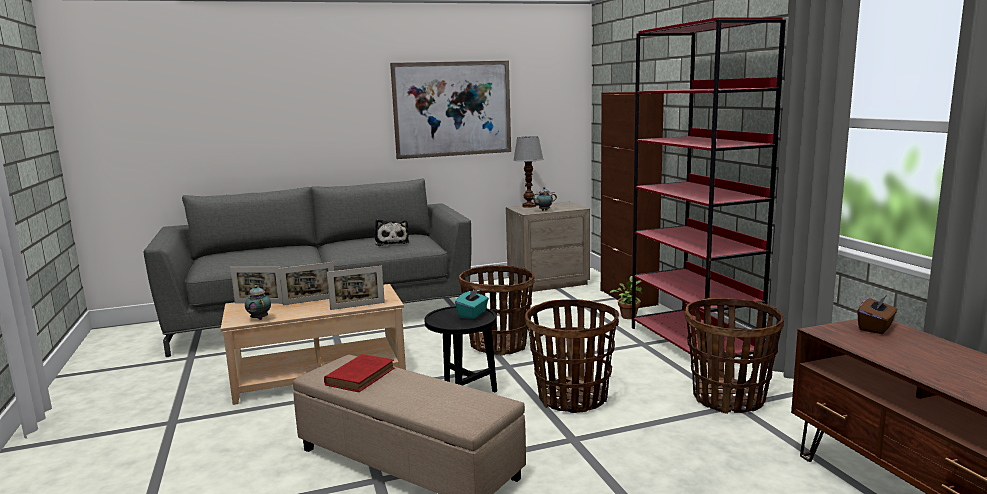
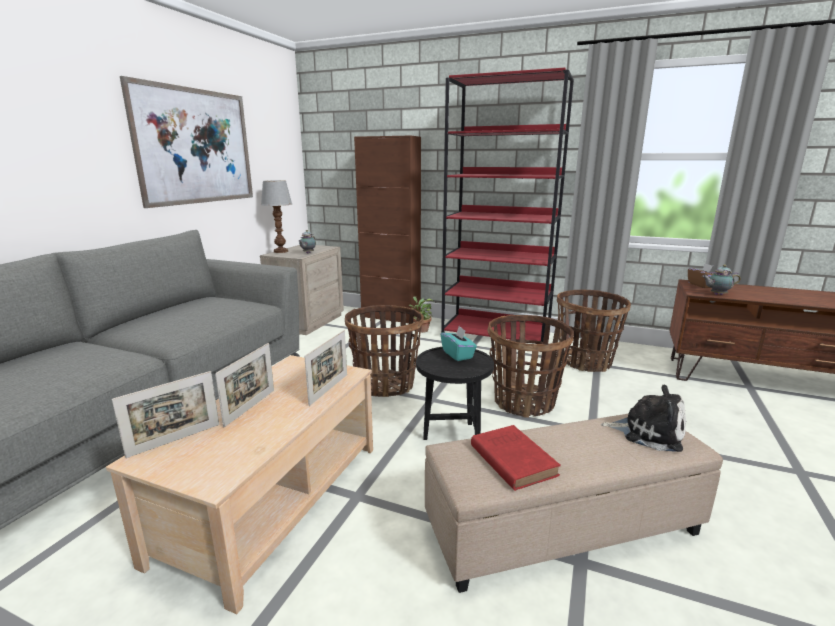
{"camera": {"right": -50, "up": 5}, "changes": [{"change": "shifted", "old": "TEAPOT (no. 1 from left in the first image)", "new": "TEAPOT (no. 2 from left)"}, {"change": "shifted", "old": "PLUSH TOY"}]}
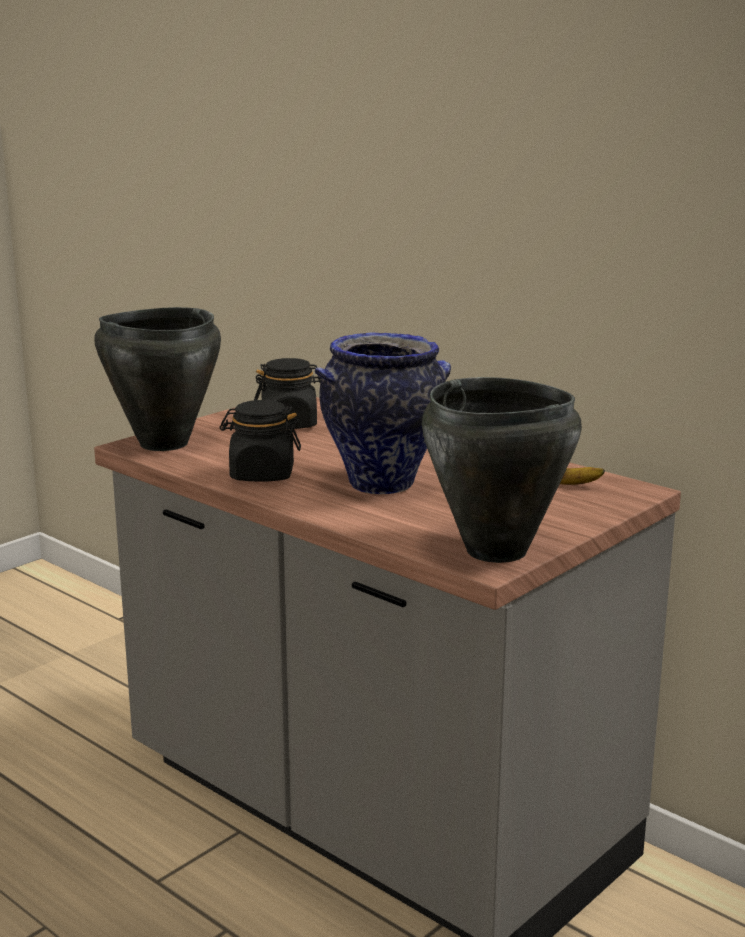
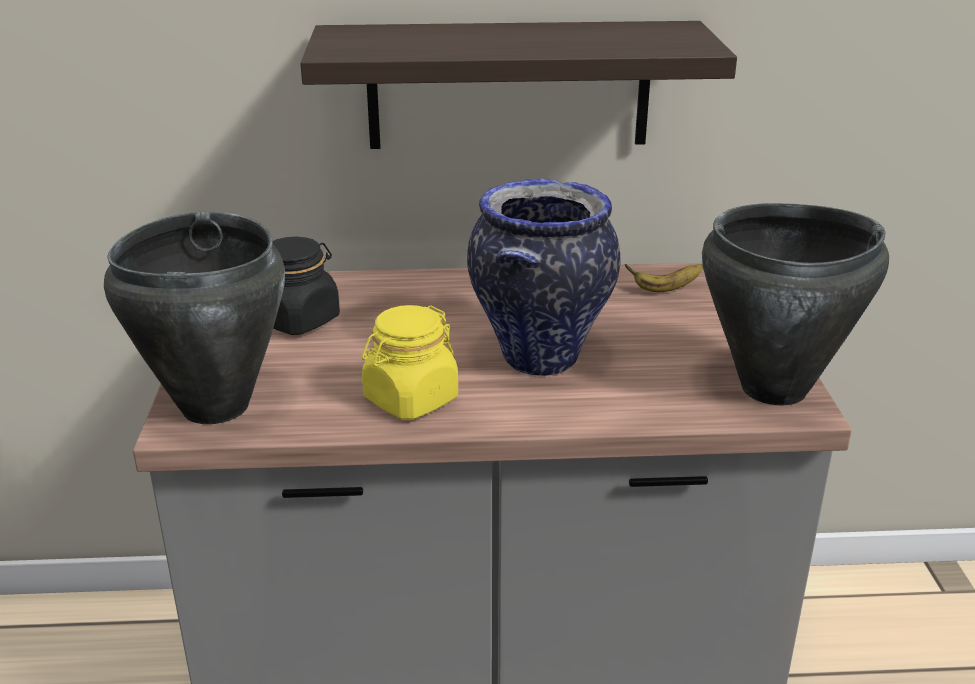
{"camera": {"right": -45, "up": 10}, "changes": [{"change": "repainted", "old": "BLACK JAR (no. 1 from left)", "new": "YELLOW JAR"}, {"change": "new", "new": "SHELF"}]}
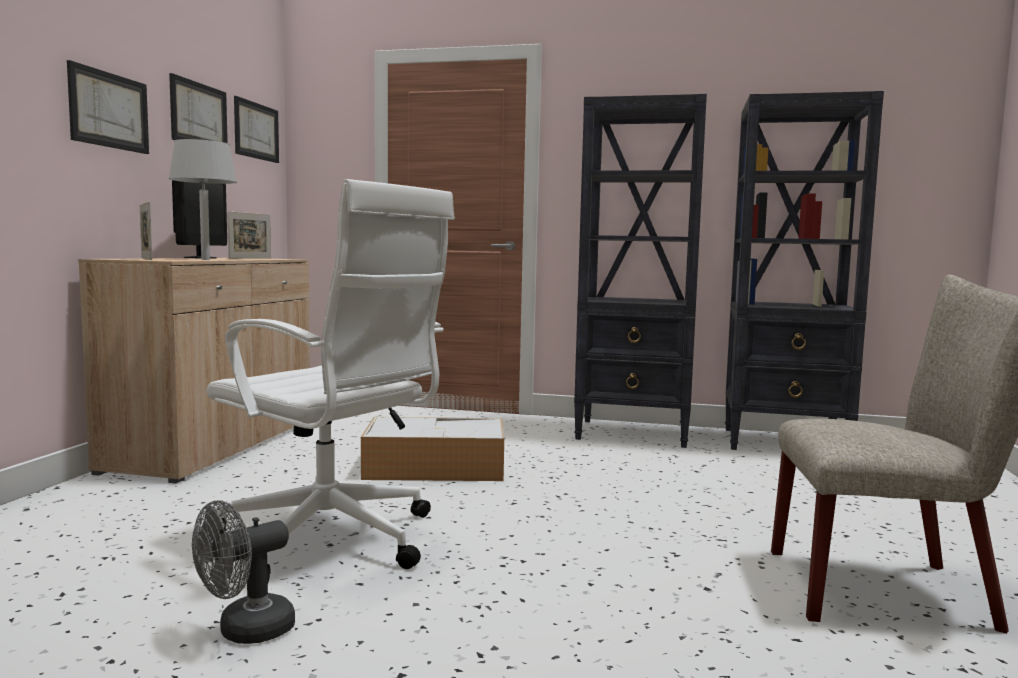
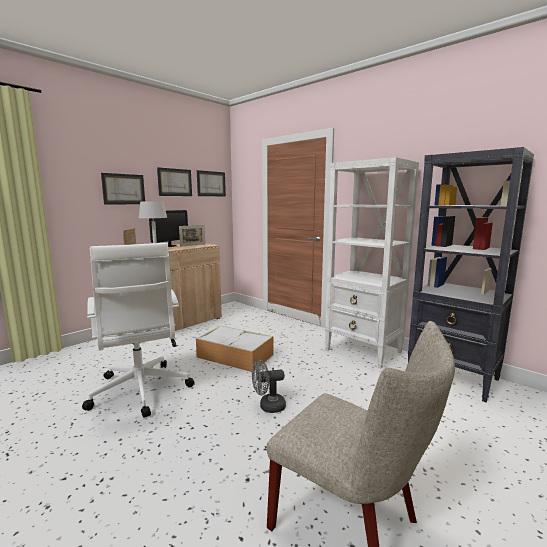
{"camera": {"right": 30, "up": 5}, "changes": [{"change": "shifted", "old": "GREY FAN"}, {"change": "repainted", "old": "BLACK BOOKCASE (no. 1 from left)", "new": "WHITE BOOKCASE"}]}
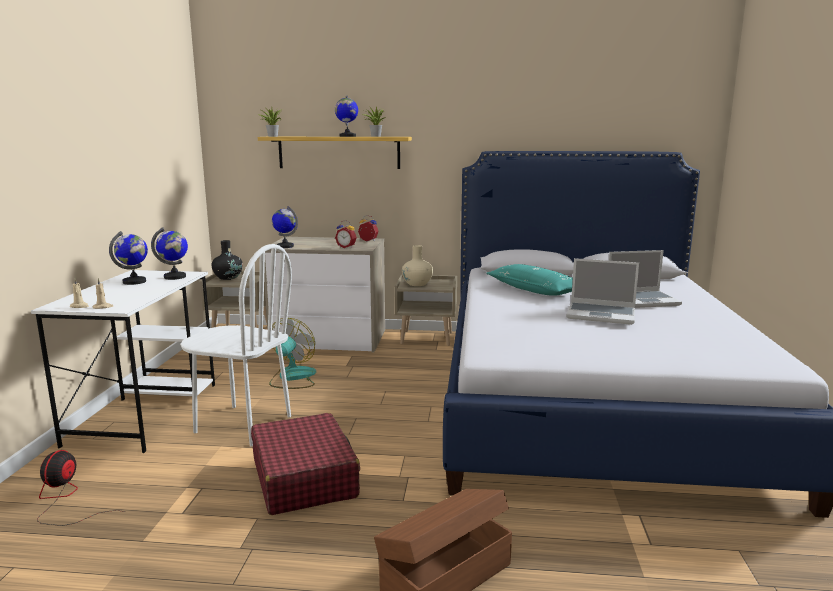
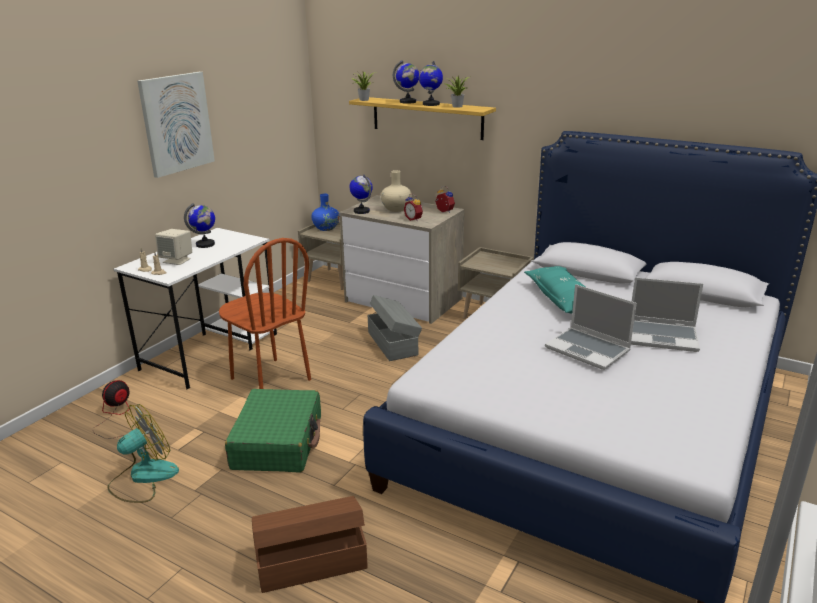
{"camera": {"right": 25, "up": 10}, "changes": [{"change": "shifted", "old": "GLOBE (no. 2 from left in the first image)", "new": "GLOBE (no. 3 from left)"}, {"change": "repainted", "old": "WHITE CHAIR", "new": "BROWN CHAIR"}, {"change": "repainted", "old": "BLACK VASE", "new": "BLUE VASE"}, {"change": "repainted", "old": "RED SUITCASE", "new": "GREEN SUITCASE"}, {"change": "shifted", "old": "FAN (no. 2 from left)"}, {"change": "shifted", "old": "BEIGE VASE"}, {"change": "new", "new": "PICTURE"}, {"change": "new", "new": "BEIGE SPEAKER"}, {"change": "new", "new": "GREY STORAGE BOX"}]}
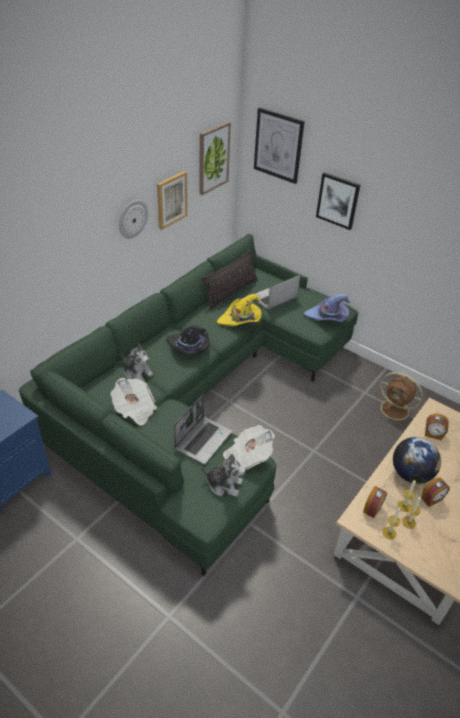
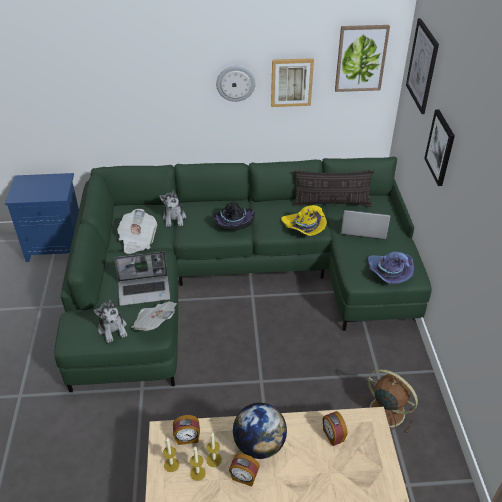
{"camera": {"right": 50, "up": 0}, "changes": [{"change": "rotated", "old": "BROWN FAN", "degrees": 135}]}
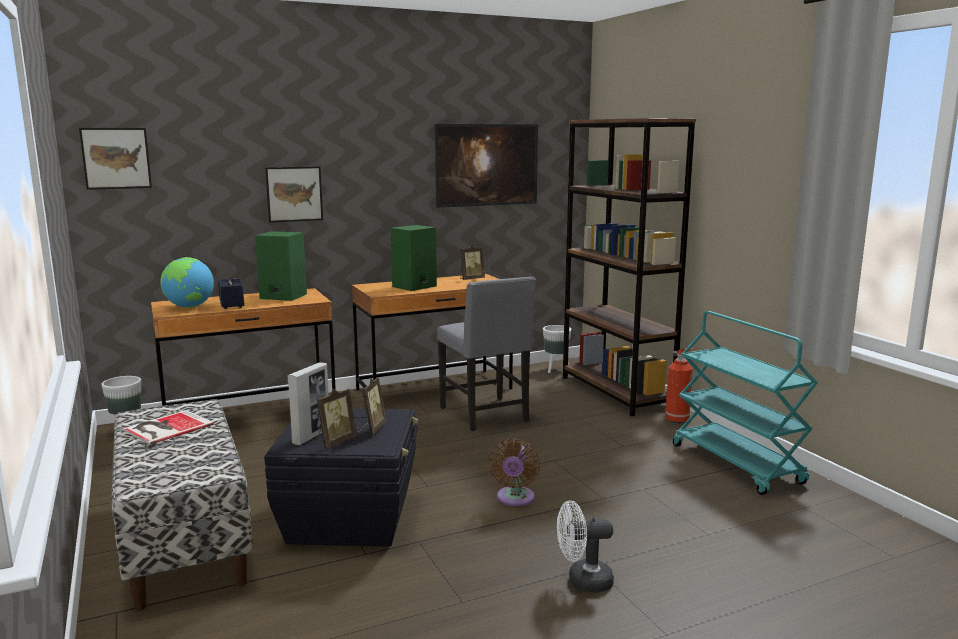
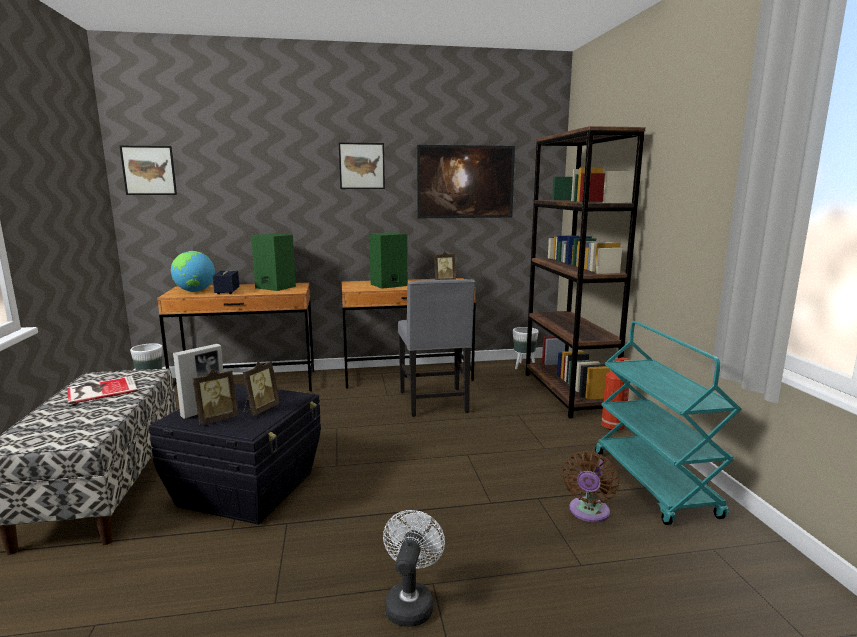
{"camera": {"right": 15, "up": 0}, "changes": [{"change": "shifted", "old": "PICTURE (no. 2 from left)"}, {"change": "shifted", "old": "BROWN FAN"}, {"change": "rotated", "old": "WHITE FAN", "degrees": 90}]}
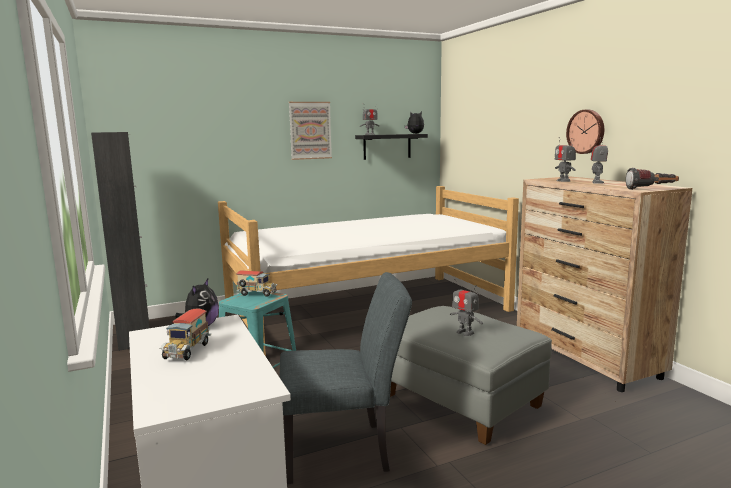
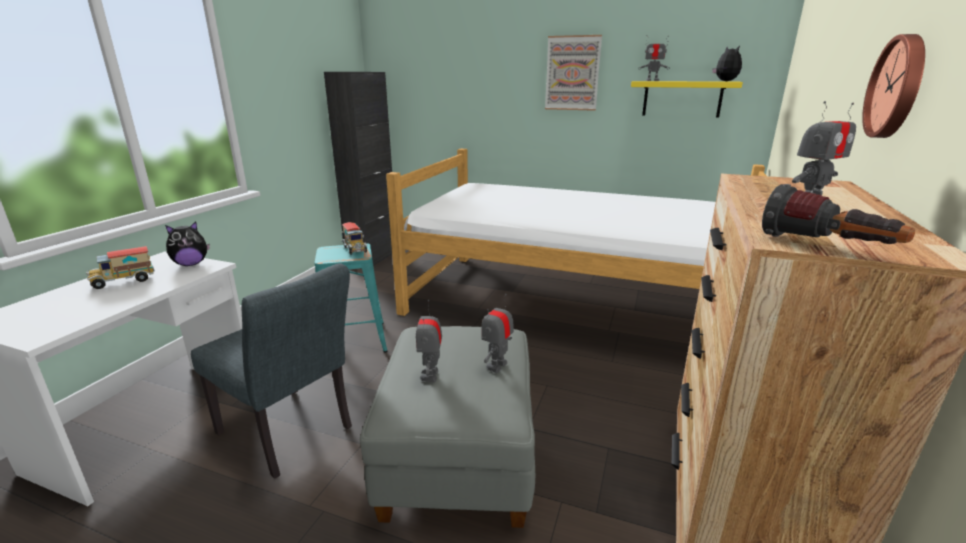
{"camera": {"right": 45, "up": 10}, "changes": [{"change": "repainted", "old": "BLACK SHELF", "new": "YELLOW SHELF"}, {"change": "shifted", "old": "TOY ROBOT (no. 3 from left in the first image)", "new": "TOY ROBOT (no. 2 from left)"}]}
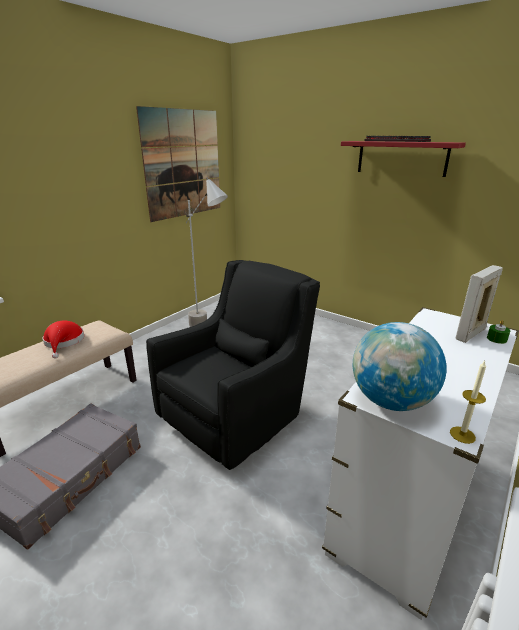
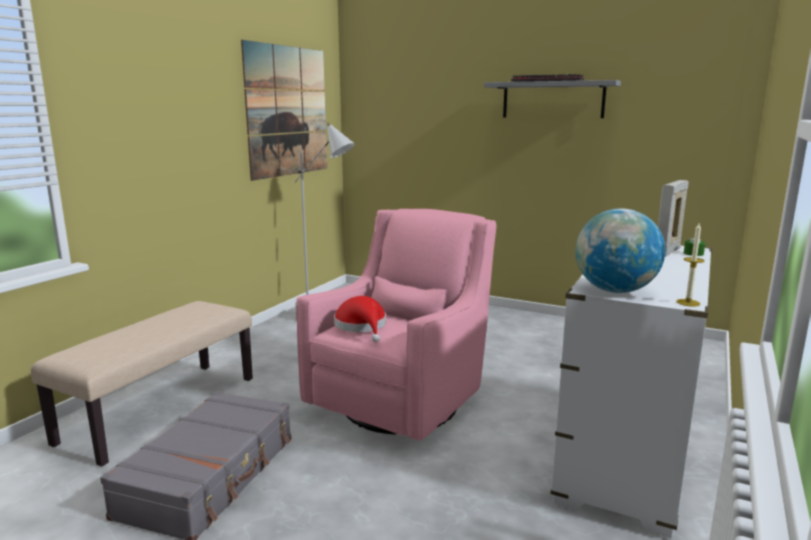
{"camera": {"right": -10, "up": -10}, "changes": [{"change": "shifted", "old": "RED HAT"}, {"change": "repainted", "old": "BLACK ARMCHAIR", "new": "PINK ARMCHAIR"}, {"change": "repainted", "old": "RED SHELF", "new": "GREY SHELF"}]}
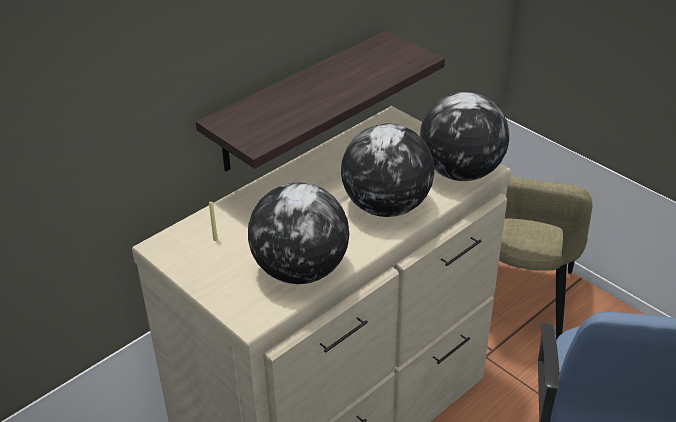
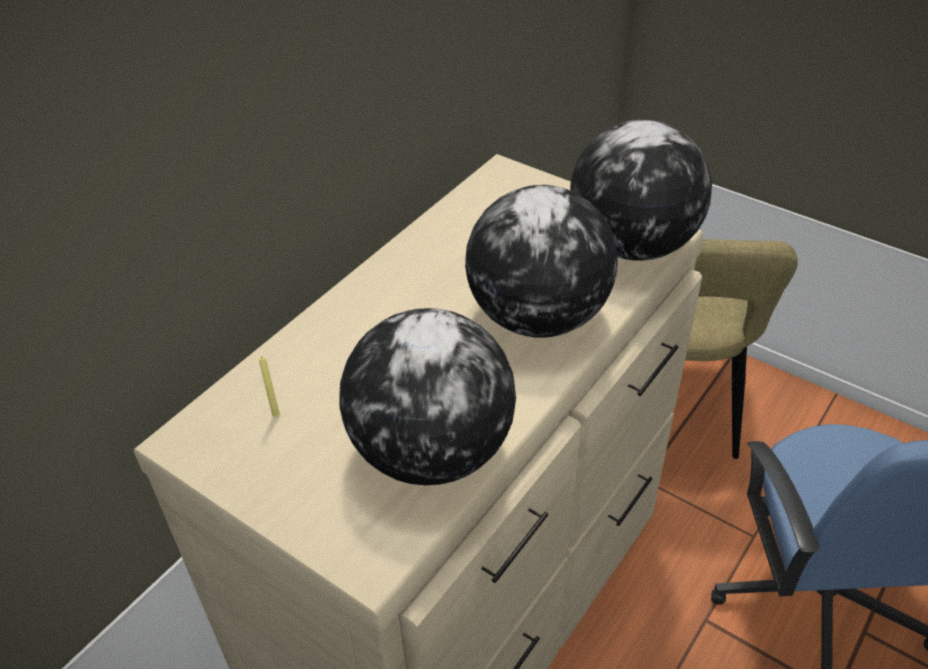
{"camera": {"right": -10, "up": 5}, "changes": [{"change": "gone", "old": "SHELF"}]}
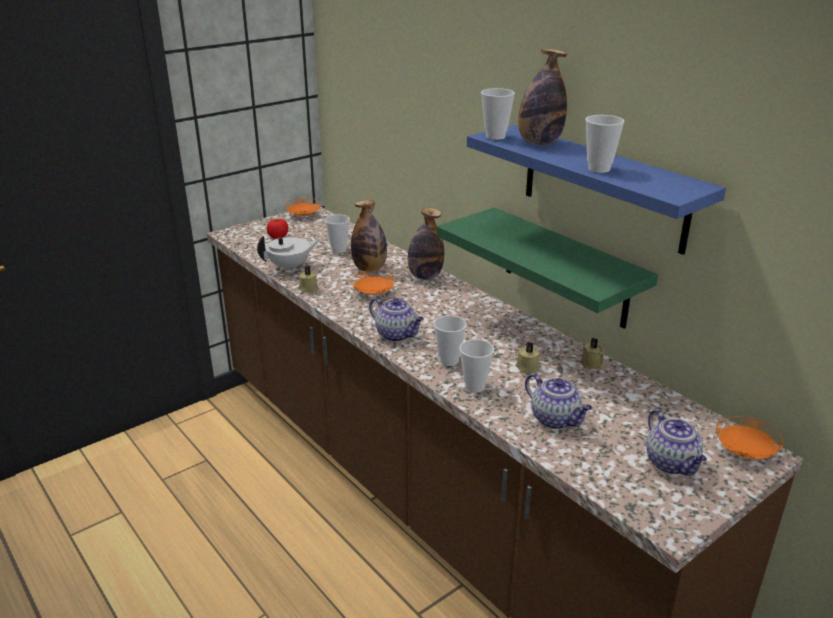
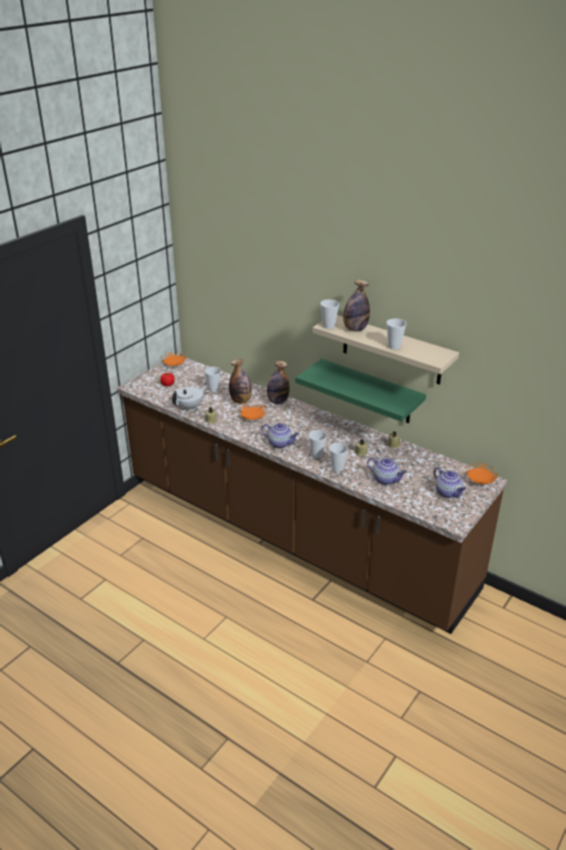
{"camera": {"right": -15, "up": 5}, "changes": [{"change": "repainted", "old": "BLUE SHELF", "new": "BEIGE SHELF"}]}
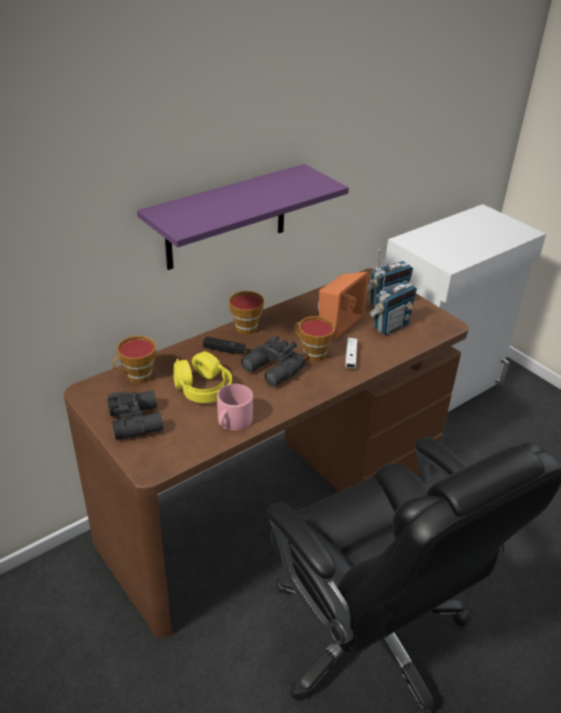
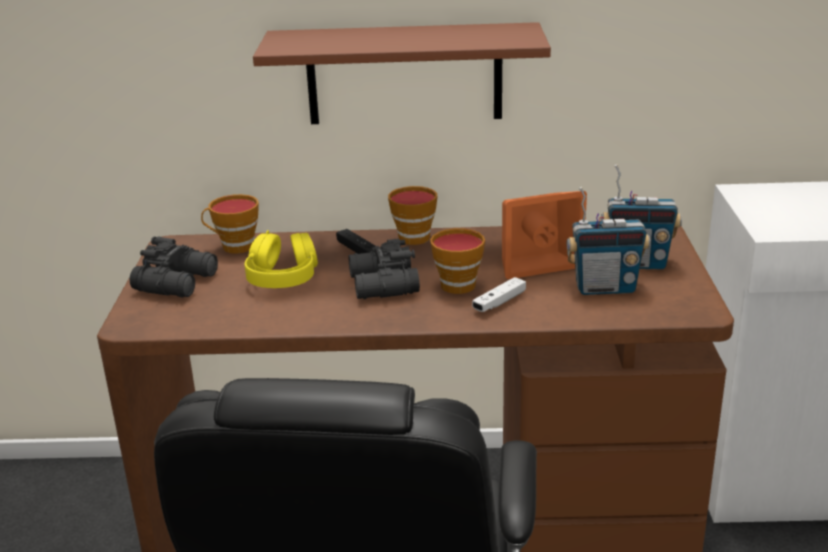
{"camera": {"right": 40, "up": -10}, "changes": [{"change": "repainted", "old": "PURPLE SHELF", "new": "BROWN SHELF"}, {"change": "gone", "old": "PINK MUG"}]}
